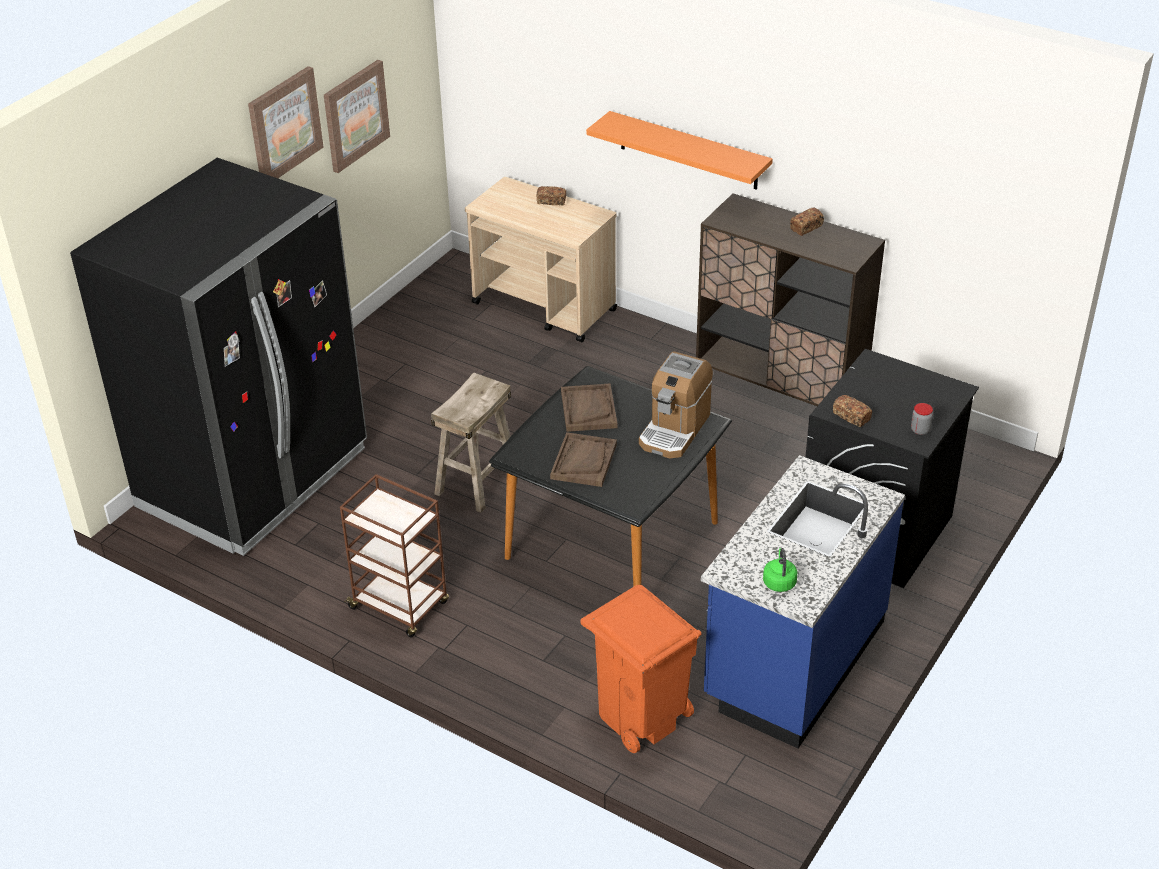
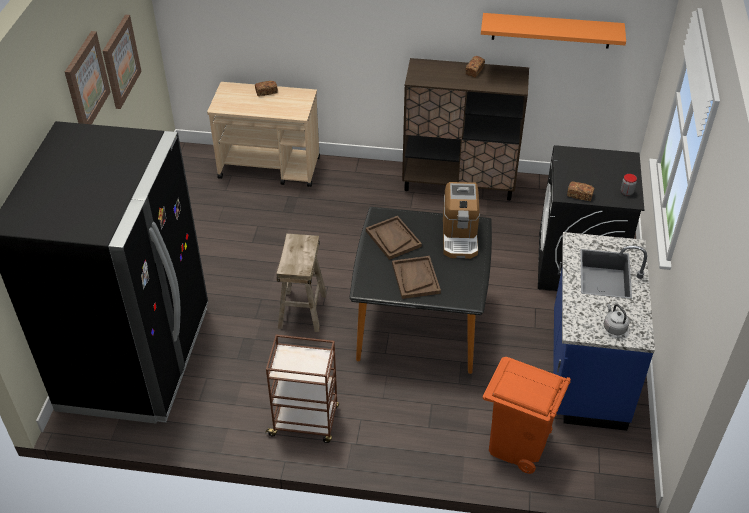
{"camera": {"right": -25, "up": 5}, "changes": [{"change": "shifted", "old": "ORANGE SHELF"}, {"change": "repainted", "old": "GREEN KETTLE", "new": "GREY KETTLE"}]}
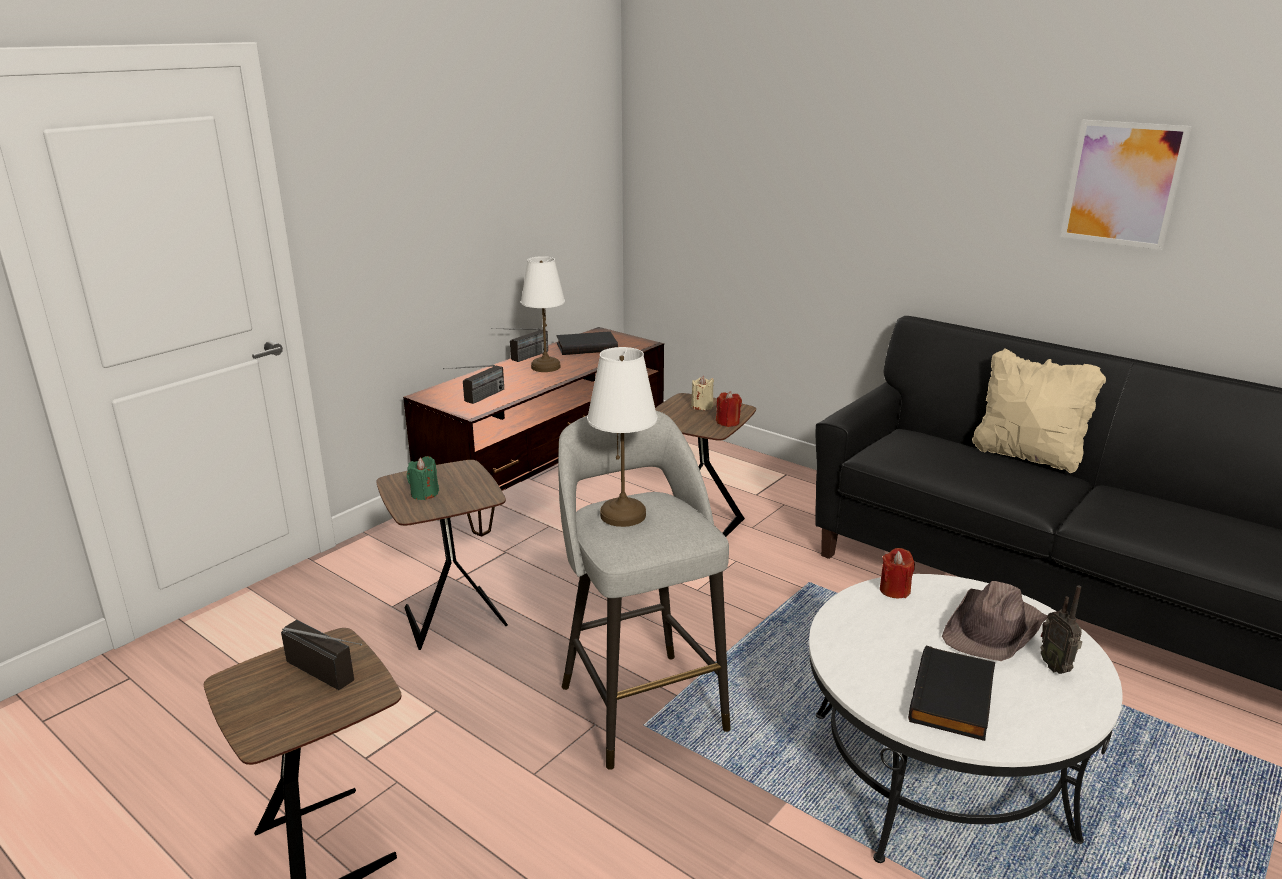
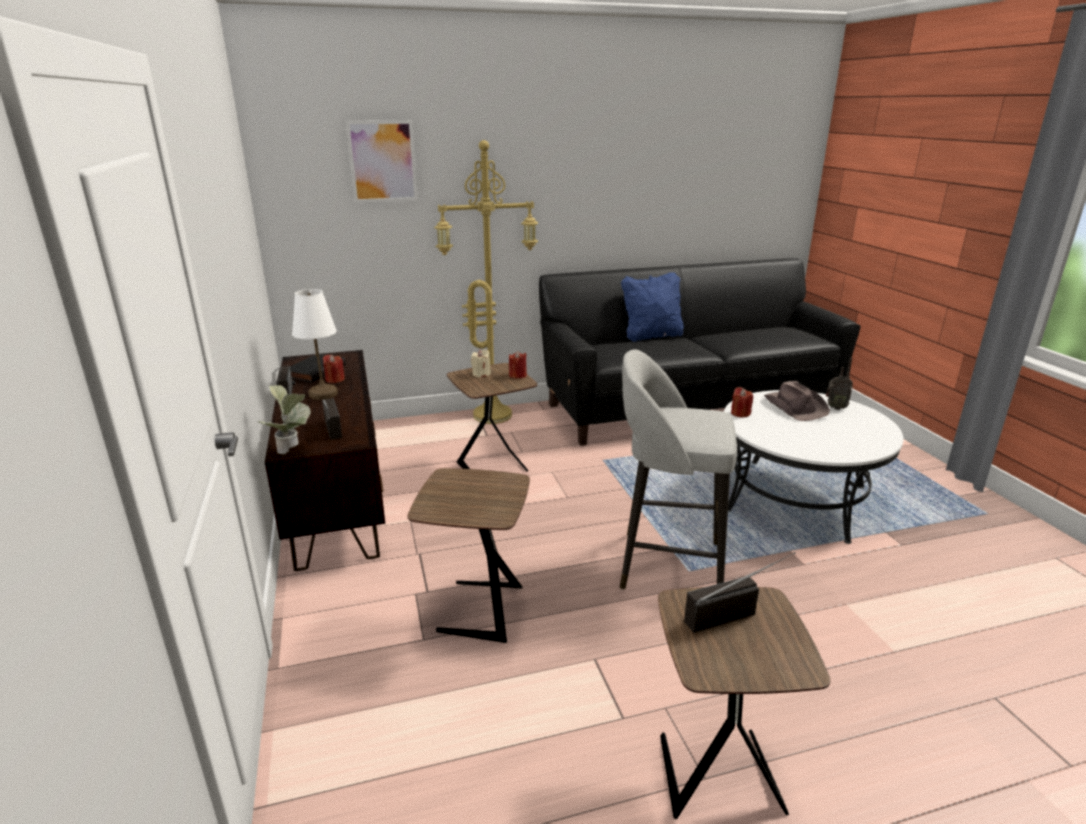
{"camera": {"right": -55, "up": 0}, "changes": [{"change": "gone", "old": "GREEN CANDLE"}, {"change": "gone", "old": "WHITE TABLE LAMP (no. 2 from left)"}, {"change": "gone", "old": "BLACK BOOK (no. 2 from left)"}, {"change": "repainted", "old": "BEIGE PILLOW", "new": "BLUE PILLOW"}, {"change": "shifted", "old": "PICTURE"}, {"change": "new", "new": "POTTED PLANT"}, {"change": "new", "new": "RED CANDLE (no. 1 from left)"}, {"change": "new", "new": "YELLOW FLOOR LAMP"}]}
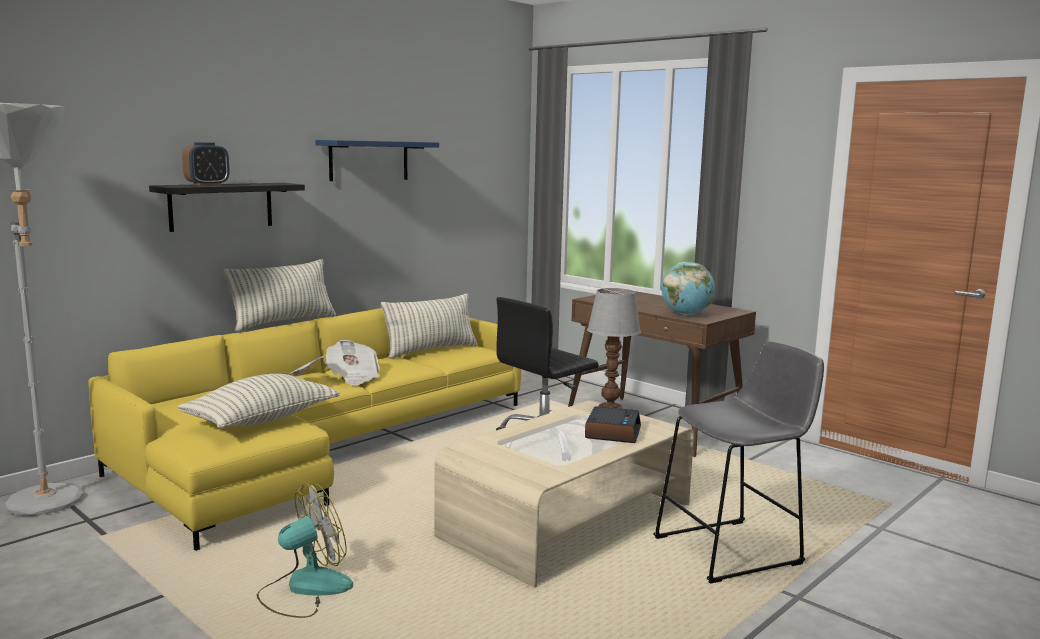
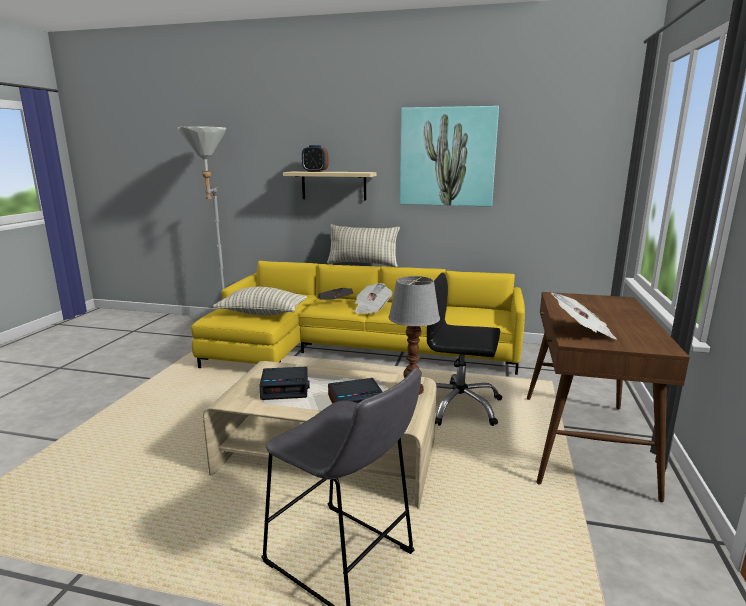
{"camera": {"right": 60, "up": 5}, "changes": [{"change": "repainted", "old": "BLACK SHELF", "new": "BEIGE SHELF"}, {"change": "gone", "old": "FAN"}, {"change": "swapped", "old": "BLUE SHELF", "new": "PICTURE"}, {"change": "gone", "old": "PILLOW (no. 3 from left)"}, {"change": "swapped", "old": "GLOBE", "new": "NEWSPAPER (no. 3 from left)"}, {"change": "new", "new": "ALARM CLOCK (no. 1 from left)"}]}
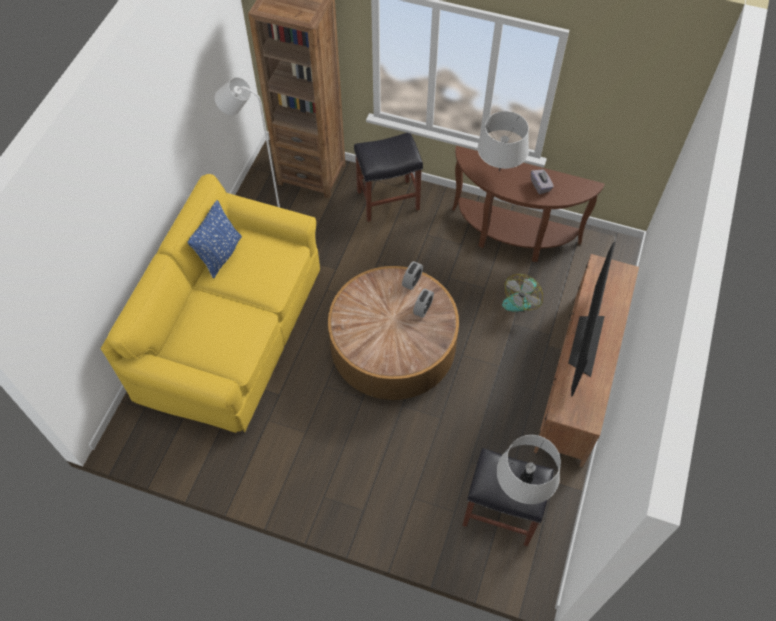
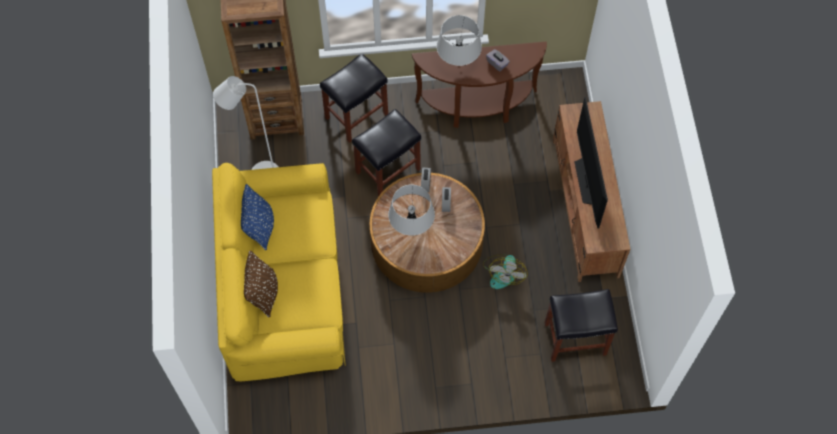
{"camera": {"right": -25, "up": 5}, "changes": [{"change": "shifted", "old": "GREY TABLE LAMP (no. 2 from left in the first image)", "new": "GREY TABLE LAMP (no. 1 from left)"}, {"change": "shifted", "old": "FAN"}, {"change": "new", "new": "BROWN PILLOW"}, {"change": "new", "new": "BLACK STOOL (no. 2 from left)"}]}
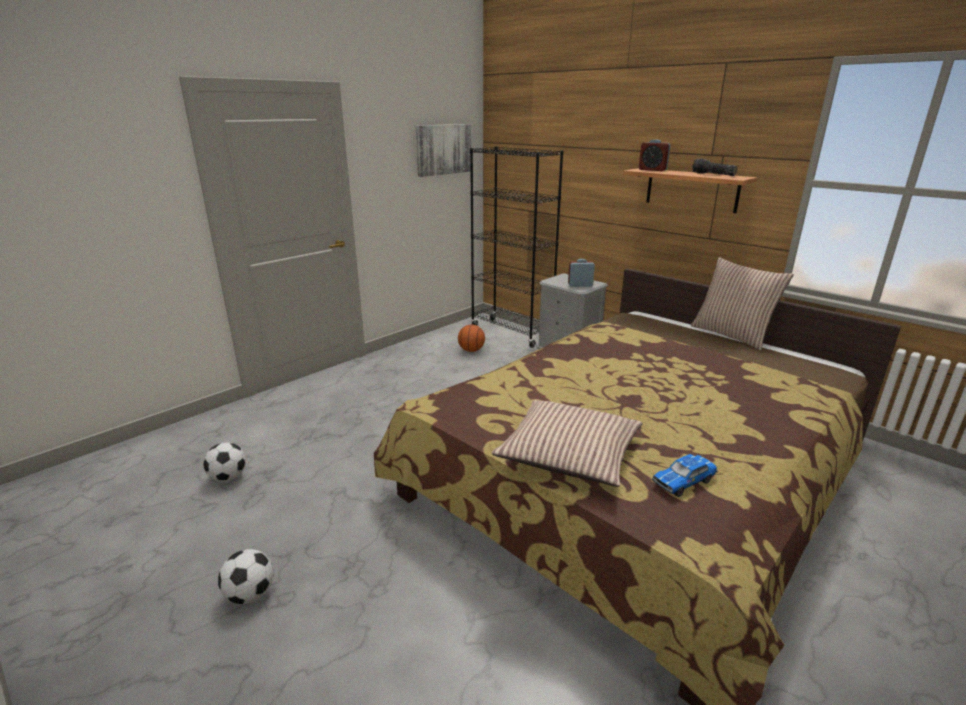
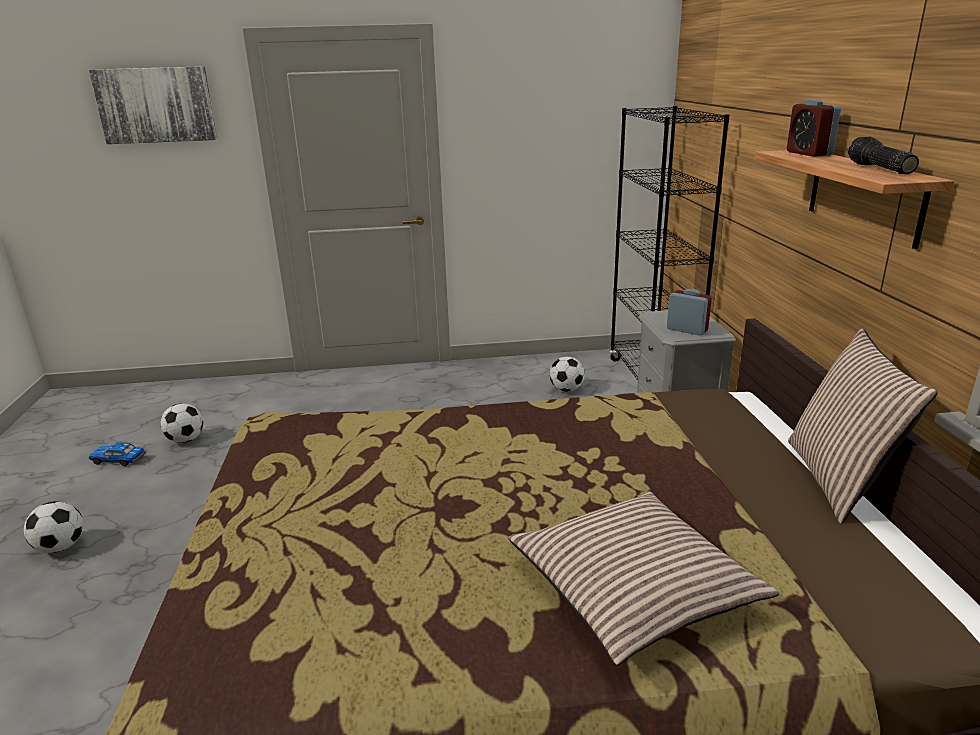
{"camera": {"right": 40, "up": 0}, "changes": [{"change": "shifted", "old": "PICTURE"}, {"change": "swapped", "old": "BASKETBALL", "new": "FOOTBALL (no. 3 from left)"}, {"change": "shifted", "old": "PILLOW (no. 1 from left)"}, {"change": "shifted", "old": "TOY CAR"}]}
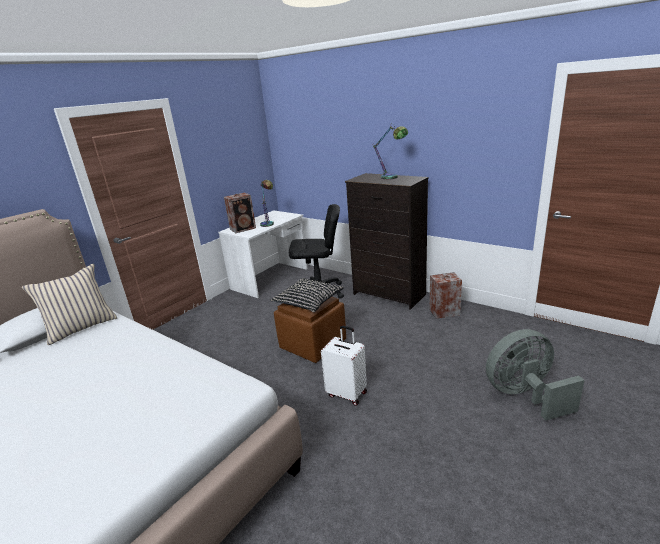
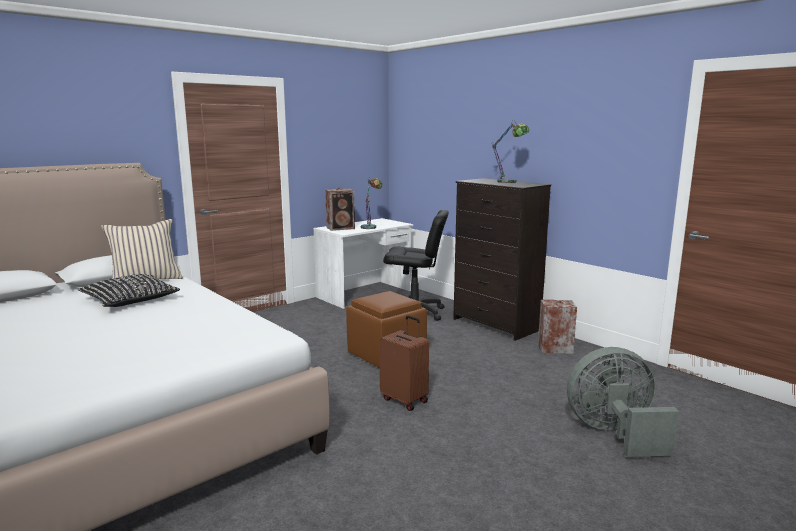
{"camera": {"right": 10, "up": -10}, "changes": [{"change": "shifted", "old": "BLACK PILLOW"}, {"change": "repainted", "old": "WHITE SUITCASE", "new": "BROWN SUITCASE"}]}
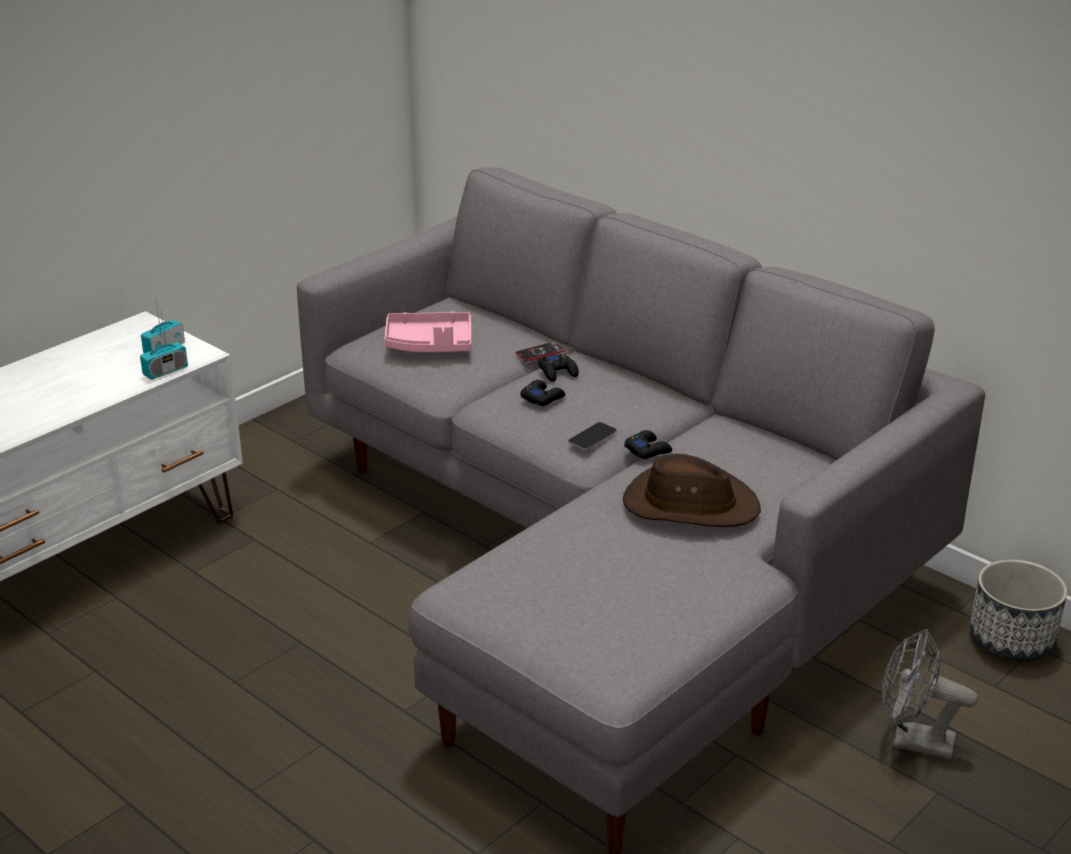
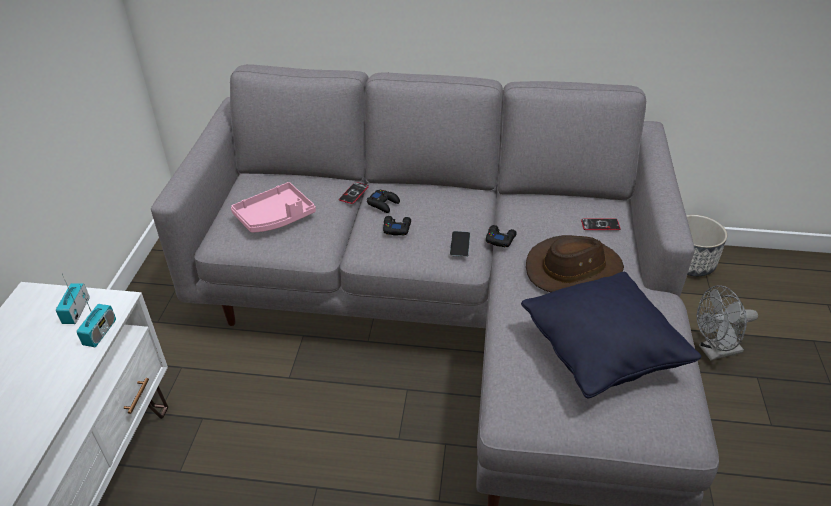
{"camera": {"right": -35, "up": 10}, "changes": [{"change": "new", "new": "BLACK PILLOW"}, {"change": "new", "new": "PHONE (no. 3 from left)"}]}
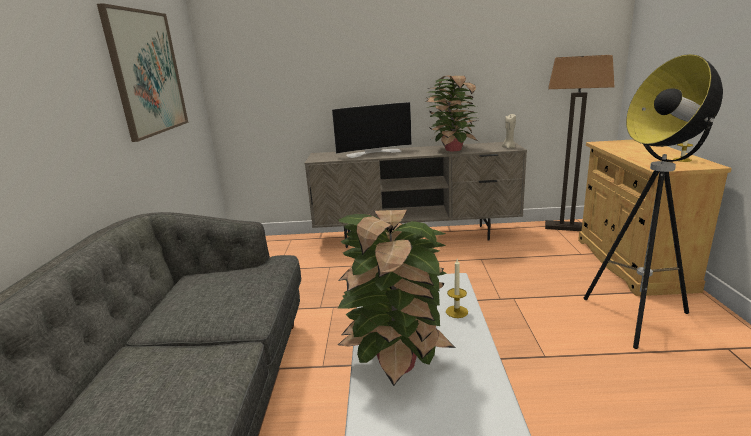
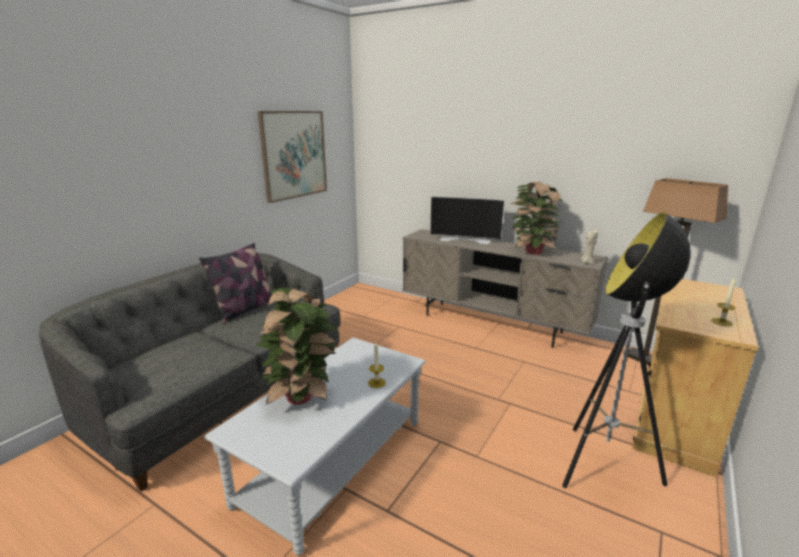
{"camera": {"right": 30, "up": 0}, "changes": [{"change": "new", "new": "PILLOW"}]}
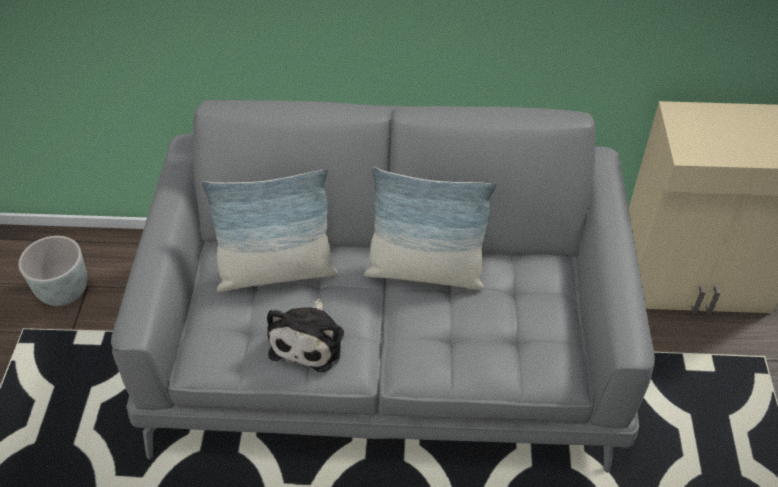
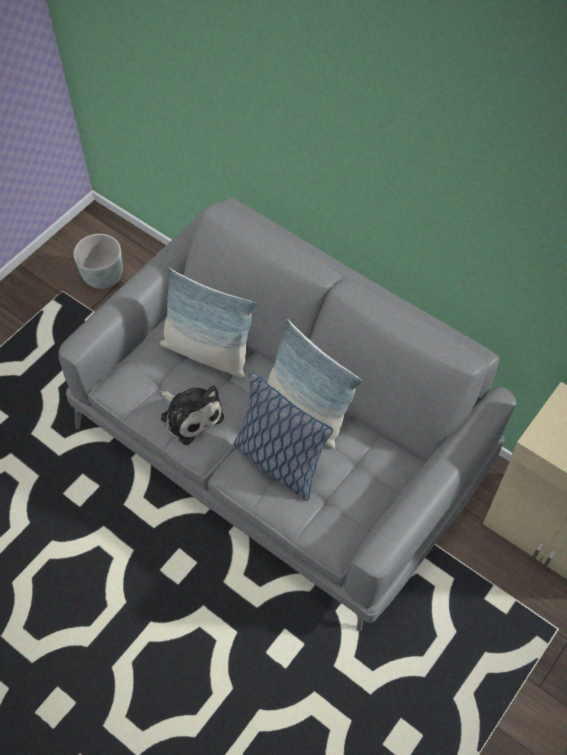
{"camera": {"right": 35, "up": 10}, "changes": [{"change": "rotated", "old": "PLUSH TOY", "degrees": -90}, {"change": "new", "new": "PILLOW (no. 2 from left)"}]}
